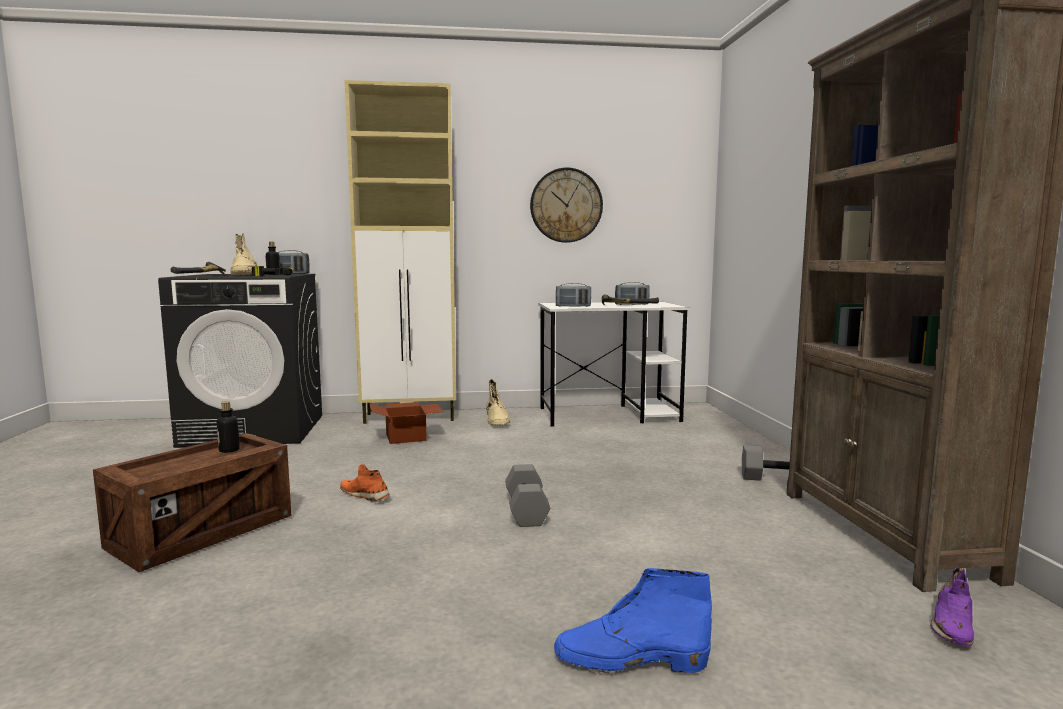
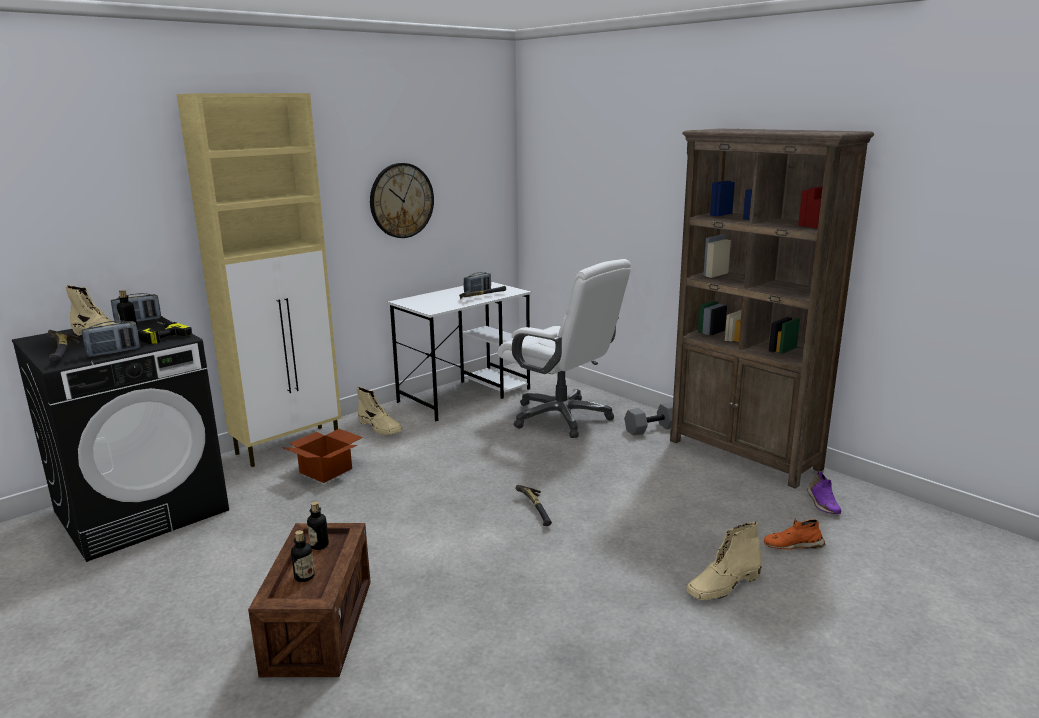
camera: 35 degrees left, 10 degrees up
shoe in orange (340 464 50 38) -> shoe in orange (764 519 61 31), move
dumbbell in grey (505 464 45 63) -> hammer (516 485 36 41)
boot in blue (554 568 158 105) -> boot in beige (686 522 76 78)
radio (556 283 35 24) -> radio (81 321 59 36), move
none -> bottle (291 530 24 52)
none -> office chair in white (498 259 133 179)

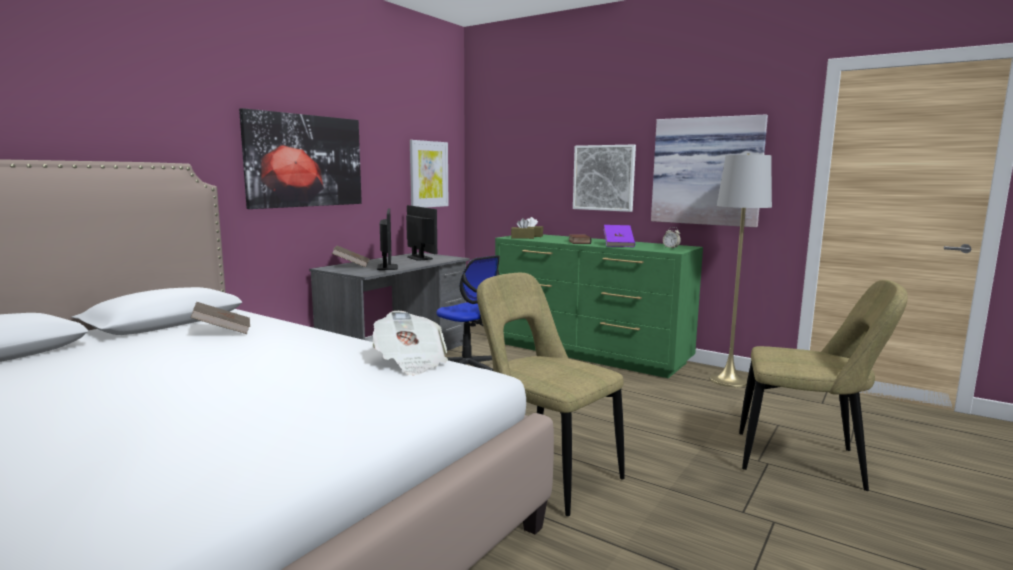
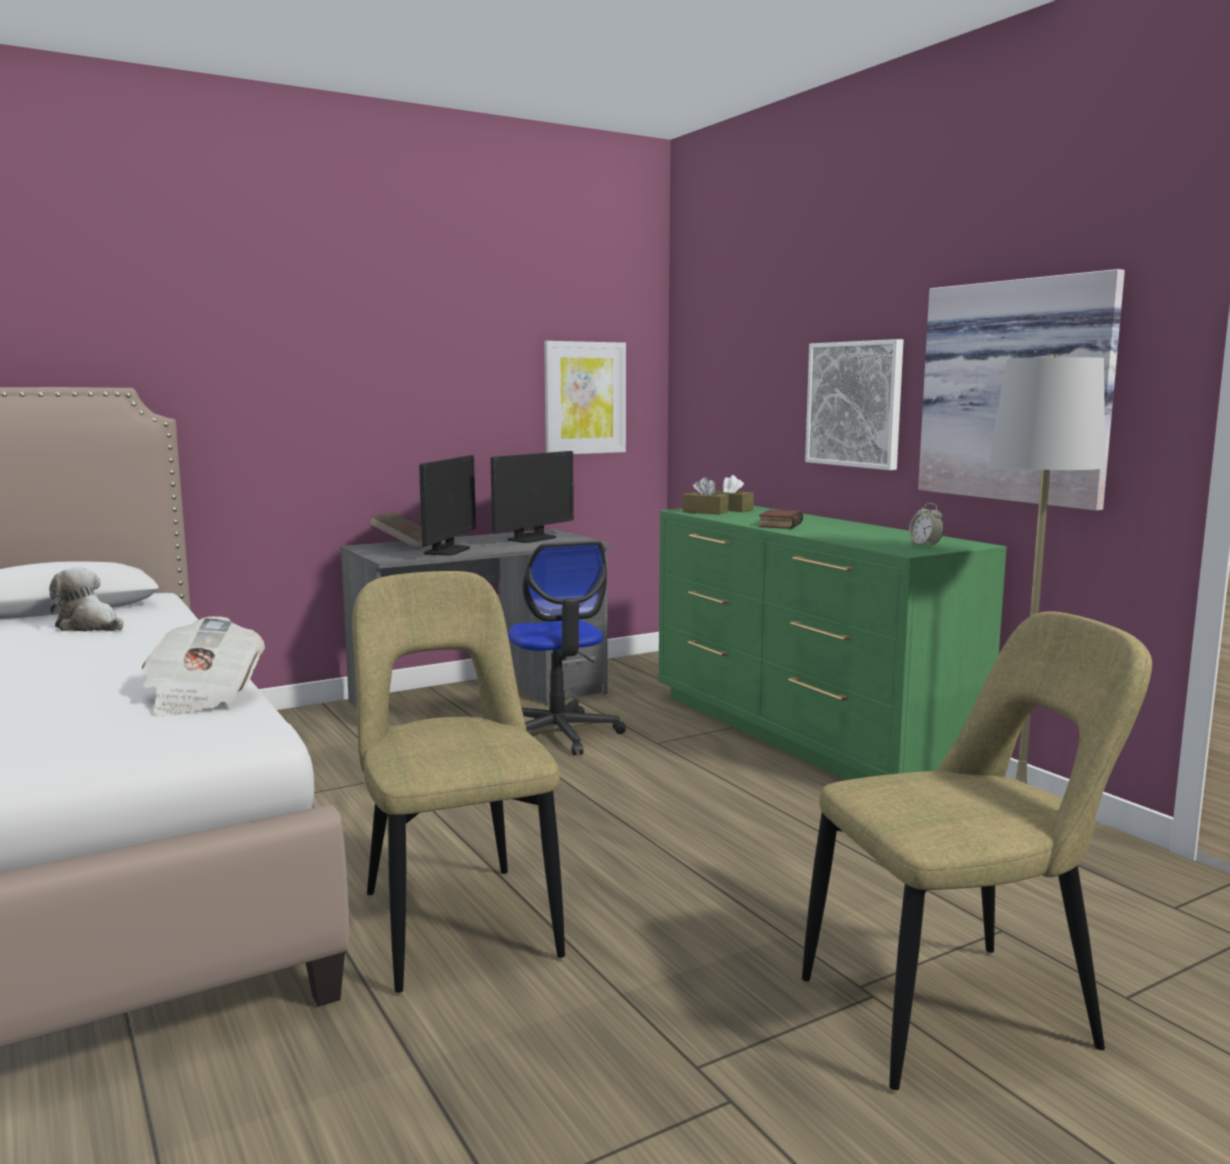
camera: 25 degrees right, 0 degrees up
book in brown (190 302 60 32) -> plush toy (49 567 74 65)
picture (239 108 123 101) -> none
monitor (406 205 31 55) -> monitor (491 451 83 92), 45 degrees clockwise
book in purple (603 225 32 22) -> none
chair in beige (739 280 169 211) -> chair in beige (802 611 350 479), 60 degrees counterclockwise

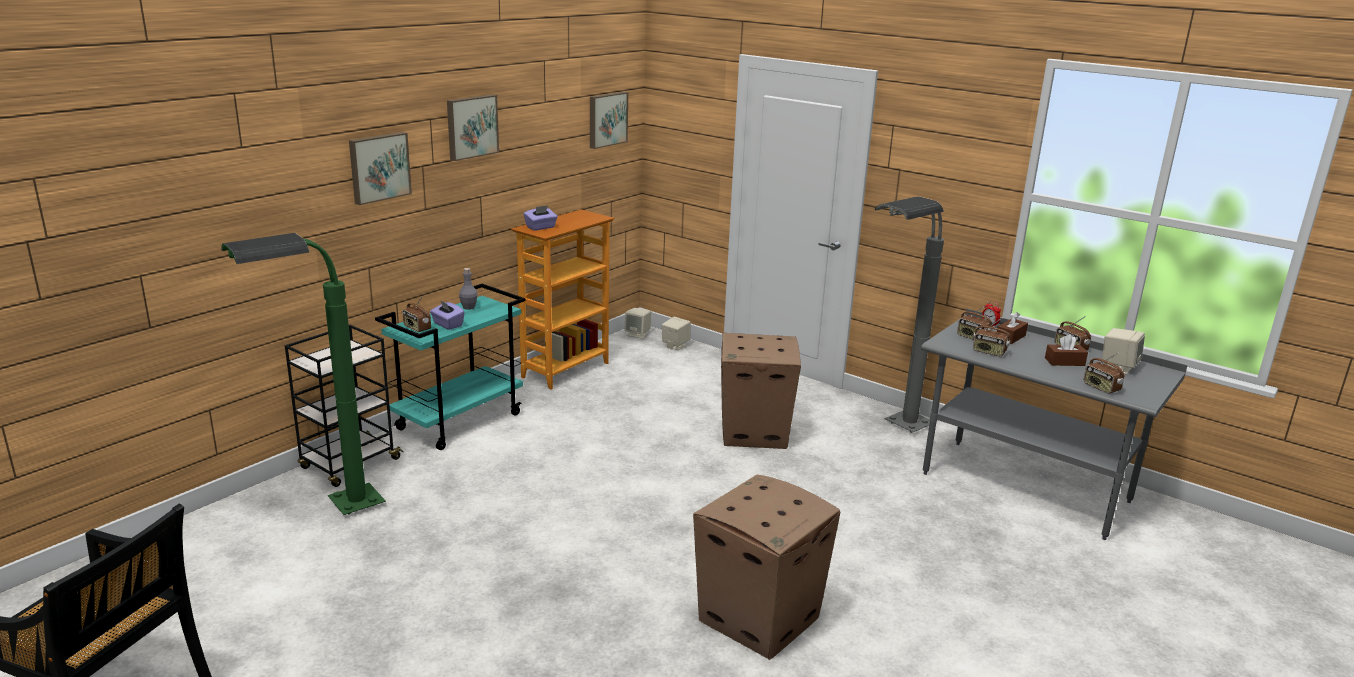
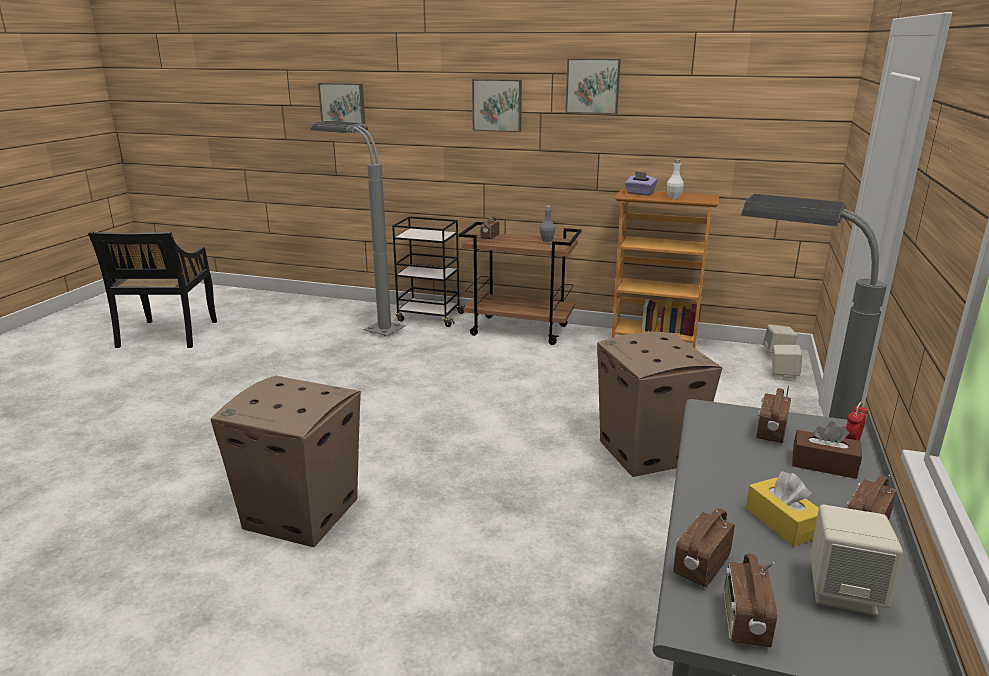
camera: 70 degrees right, 0 degrees up
floor lamp in green (221 233 165 282) -> floor lamp in grey (310 121 96 215)
cart in turquoise (375 284 151 166) -> cart in brown (458 222 124 123)
tissue box in purple (430 300 35 30) -> none
picture (590 92 38 57) -> picture (318 83 47 50), move
radio (973 318 37 38) -> radio (724 554 53 93), move
tissue box in brown (1045 334 43 32) -> tissue box in yellow (746 471 73 76)
none -> bottle in white (667 159 17 40)

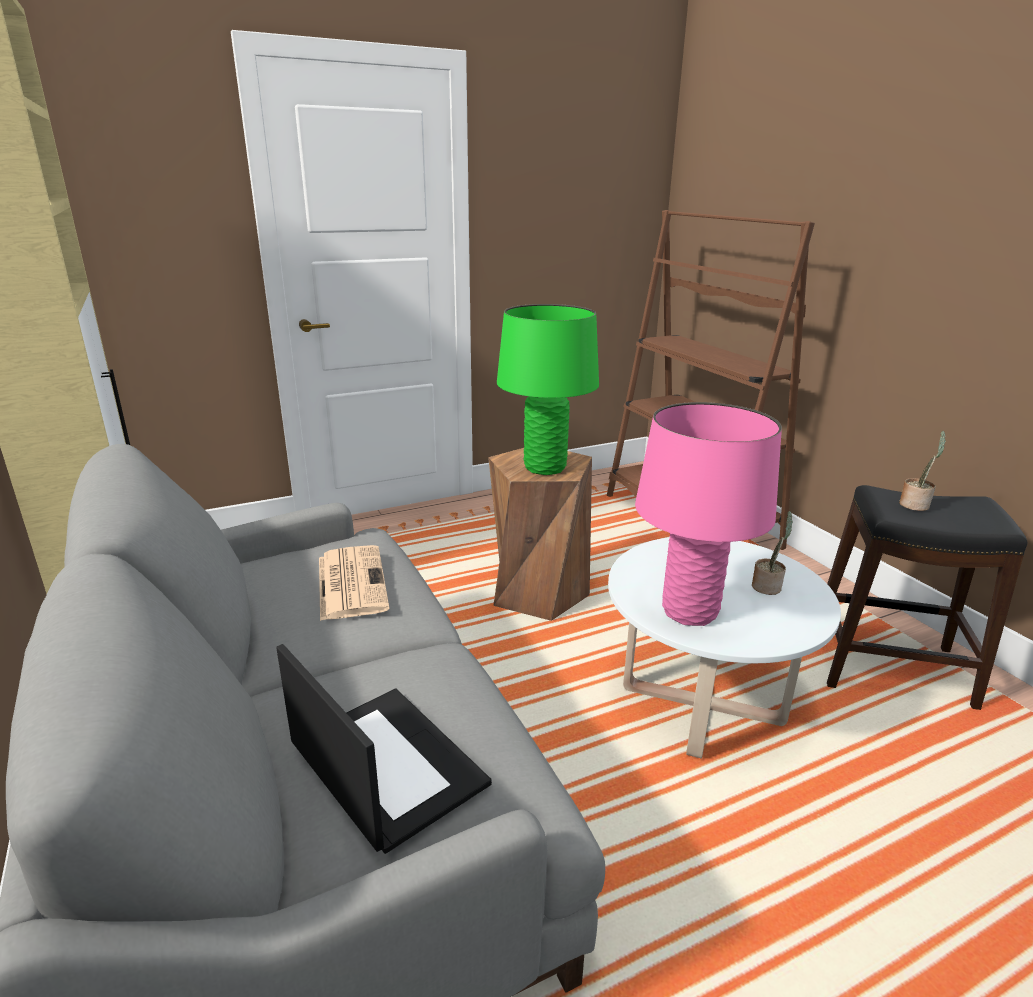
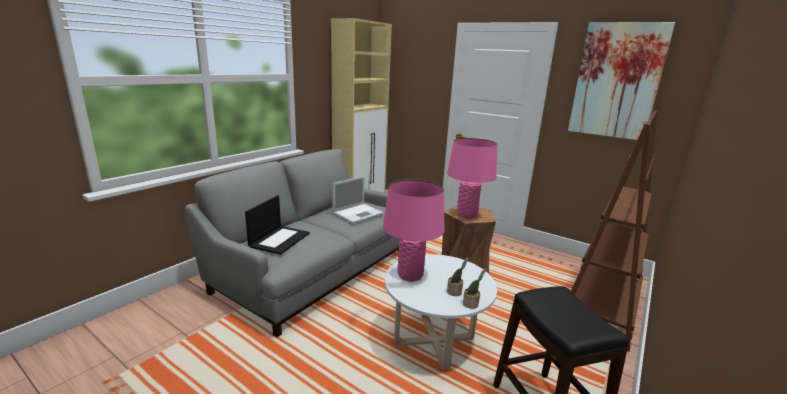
camera: 60 degrees right, 5 degrees down
newspaper (319 545 71 76) -> laptop (332 176 52 48)
table lamp in green (497 304 102 171) -> table lamp in pink (447 138 50 80)
potted plant (899 431 47 80) -> potted plant (463 268 23 41), move
none -> picture (568 22 107 118)

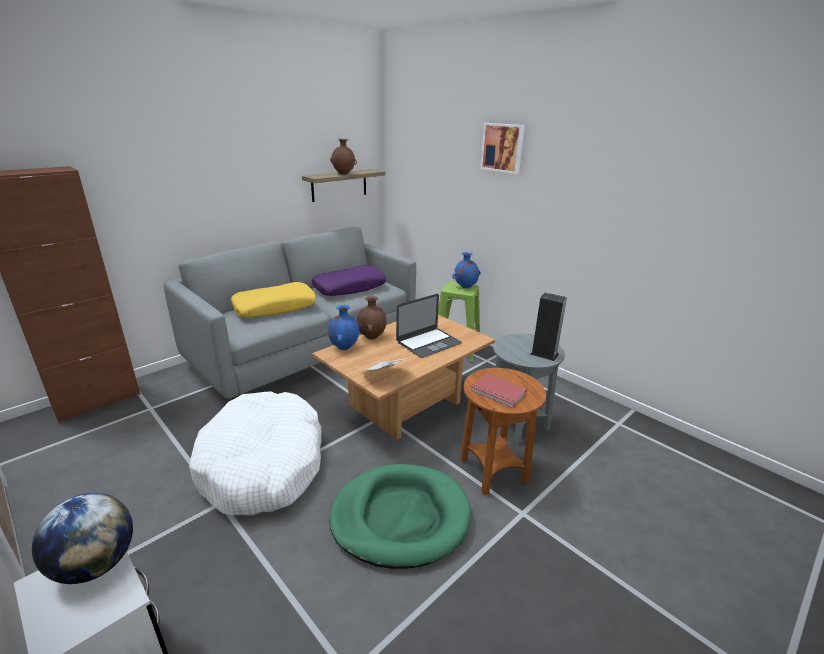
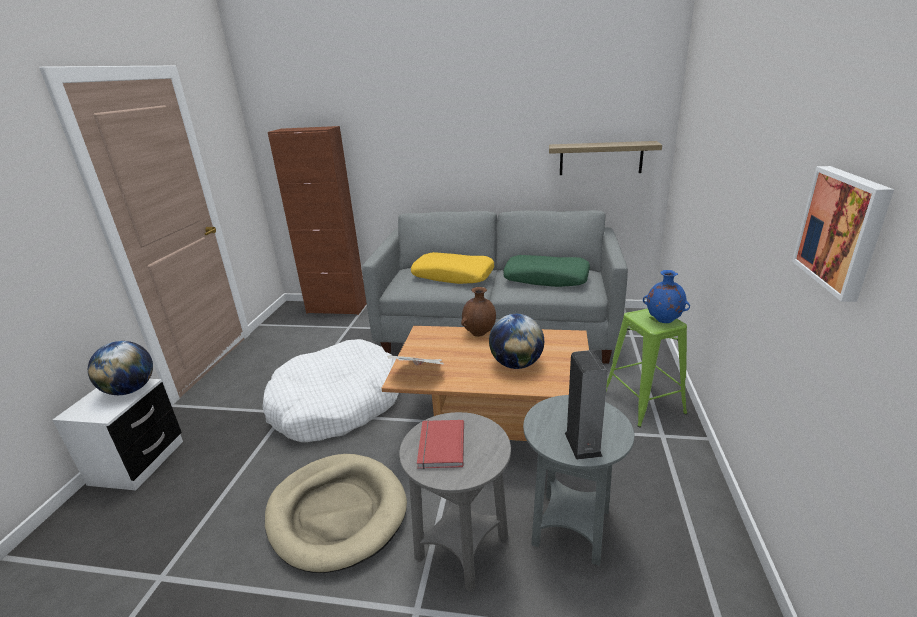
camera: 55 degrees right, 0 degrees up
pillow in purple (312 265 74 31) -> pillow in green (503 255 87 32)
vase in blue (328 305 31 45) -> none
dog bed in green (329 464 142 105) -> dog bed in beige (265 454 142 119)
vase in brown (330 139 27 36) -> none
laptop (396 294 66 64) -> globe (489 314 55 55)
side table in brown (460 368 86 127) -> side table in grey (399 412 112 180)
picture (480 123 45 51) -> picture (792 166 102 136), move

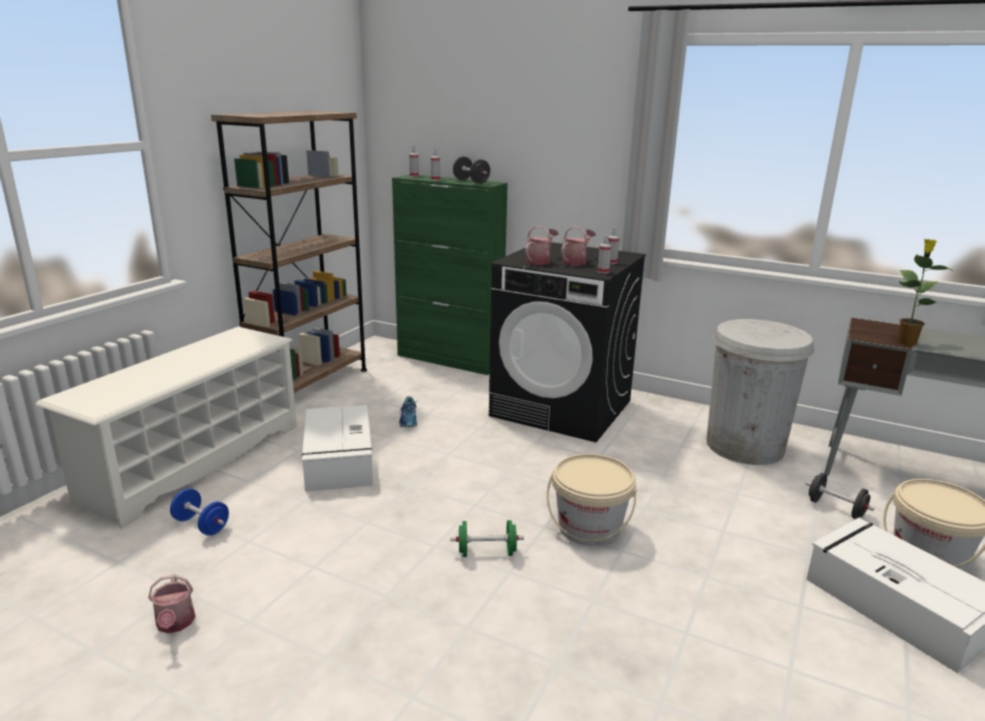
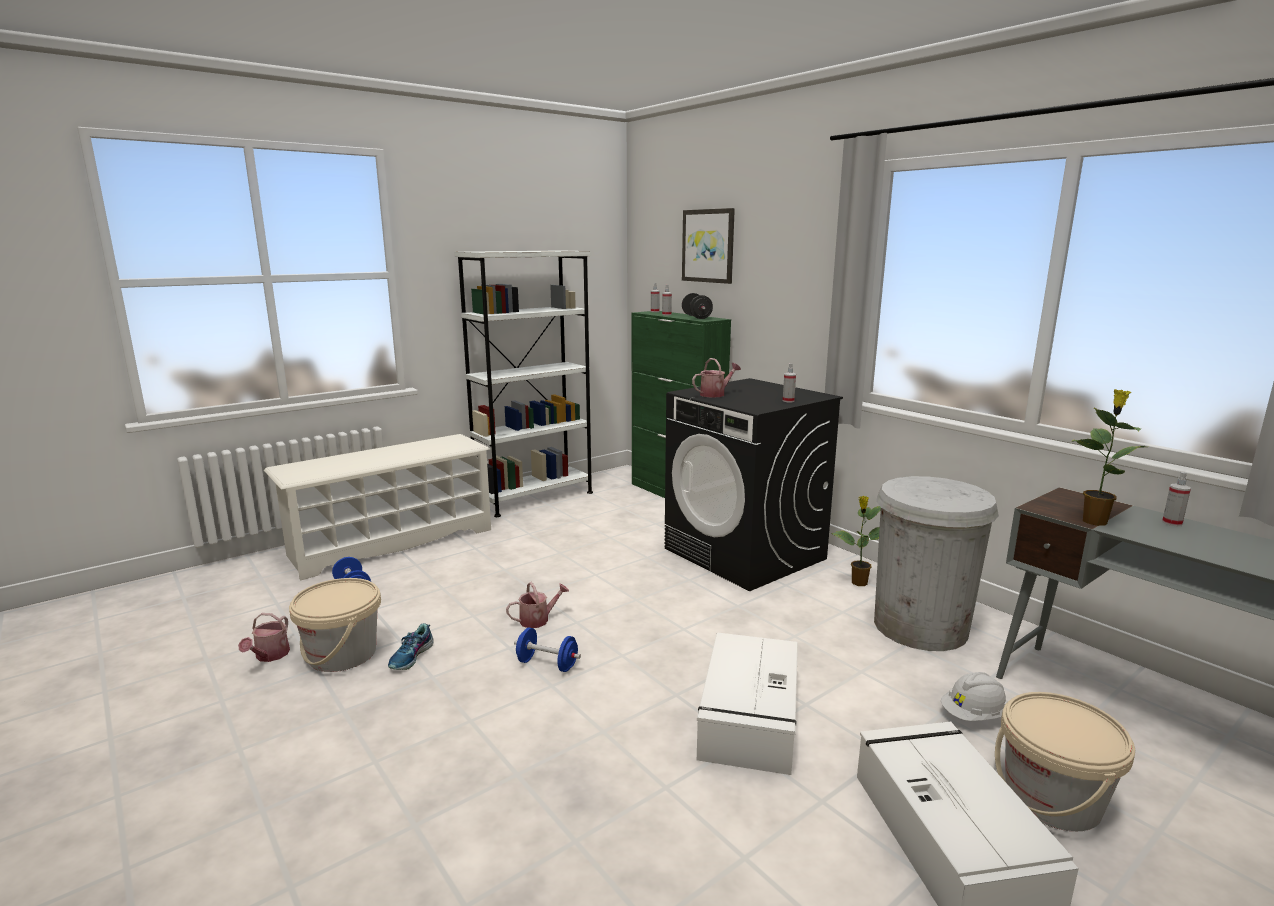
camera: 25 degrees right, 5 degrees down
bookcase in brown (211 111 156 282) -> bookcase in white (454 250 139 267)
storage box in white (302 405 71 87) -> storage box in white (697 633 101 142), move
shoe (399 396 19 31) -> shoe (388 623 46 47), move
dumbbell in green (450 520 74 37) -> dumbbell in blue (514 628 67 44)
bucket in beige (546 454 91 92) -> bucket in beige (289 578 92 94), move
watering can (561 226 35 39) -> watering can (506 582 63 46), move
spray bottle (598 235 14 38) -> spray bottle (1162 472 29 54), move
dumbbell in black (806 473 68 46) -> hard hat in white (941 672 67 49)
none -> picture (682 208 53 76)
none -> potted plant (831 496 50 90)

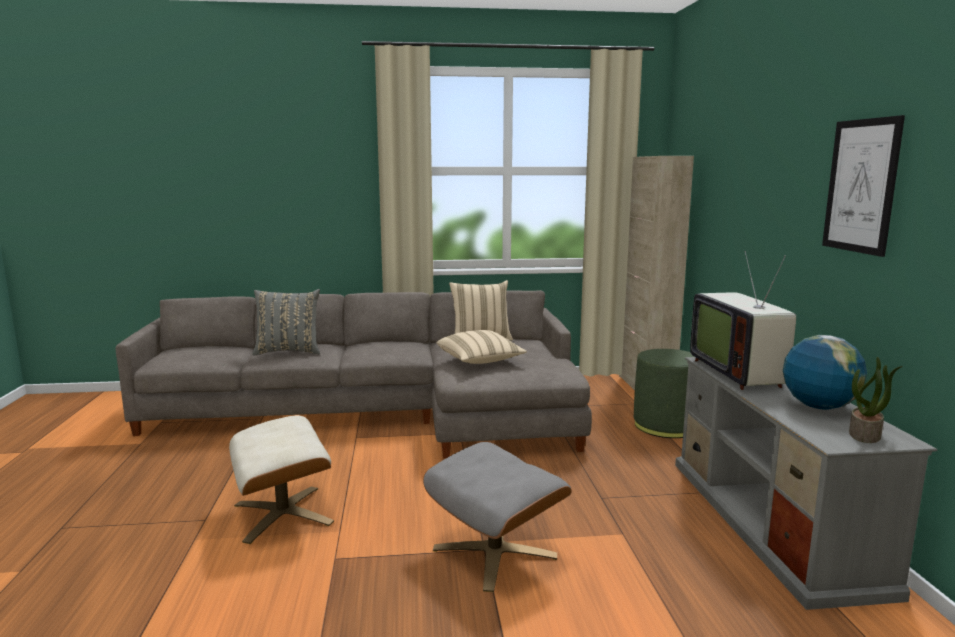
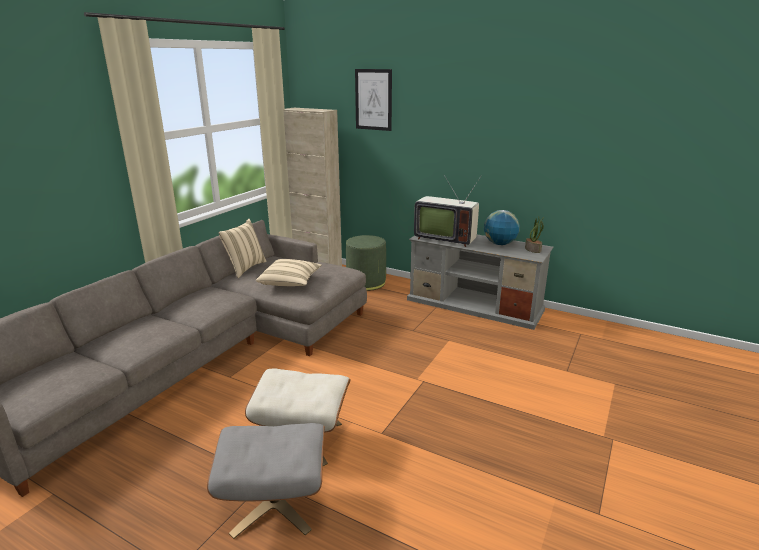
camera: 55 degrees left, 10 degrees up
pillow in grey (252 289 68 67) -> none
ottoman in grey (423 442 149 150) -> ottoman in grey (207 423 118 116), move
picture (822 115 83 142) -> picture (355 69 37 62), move

